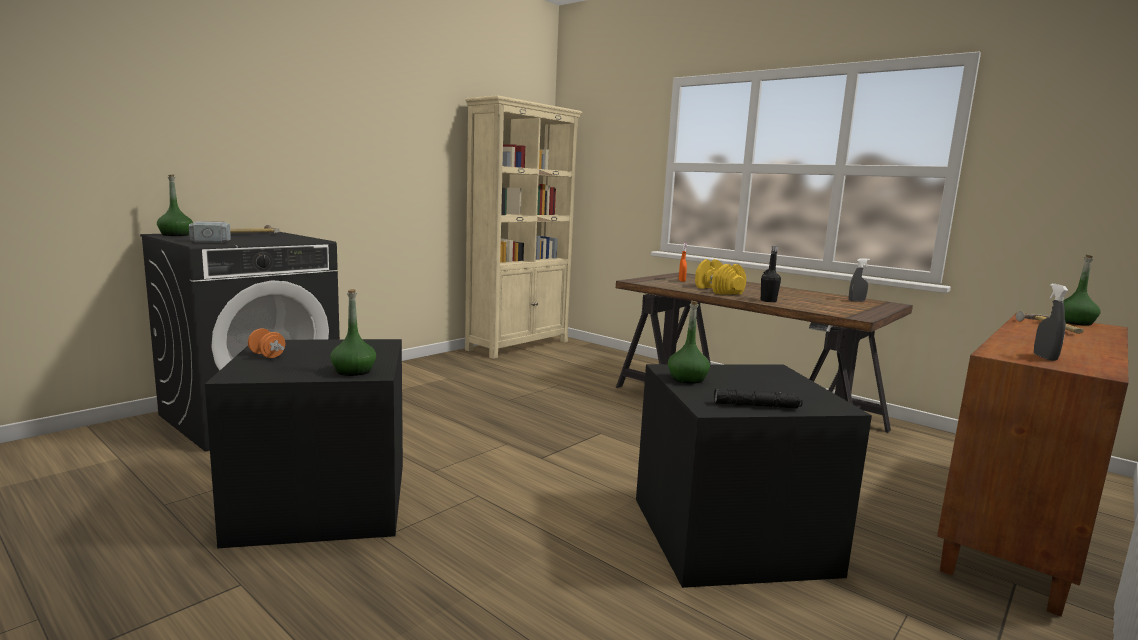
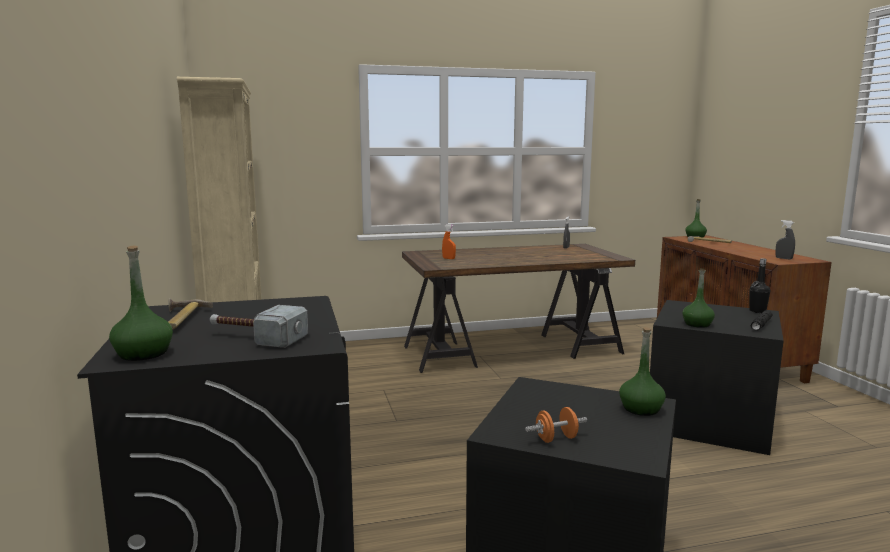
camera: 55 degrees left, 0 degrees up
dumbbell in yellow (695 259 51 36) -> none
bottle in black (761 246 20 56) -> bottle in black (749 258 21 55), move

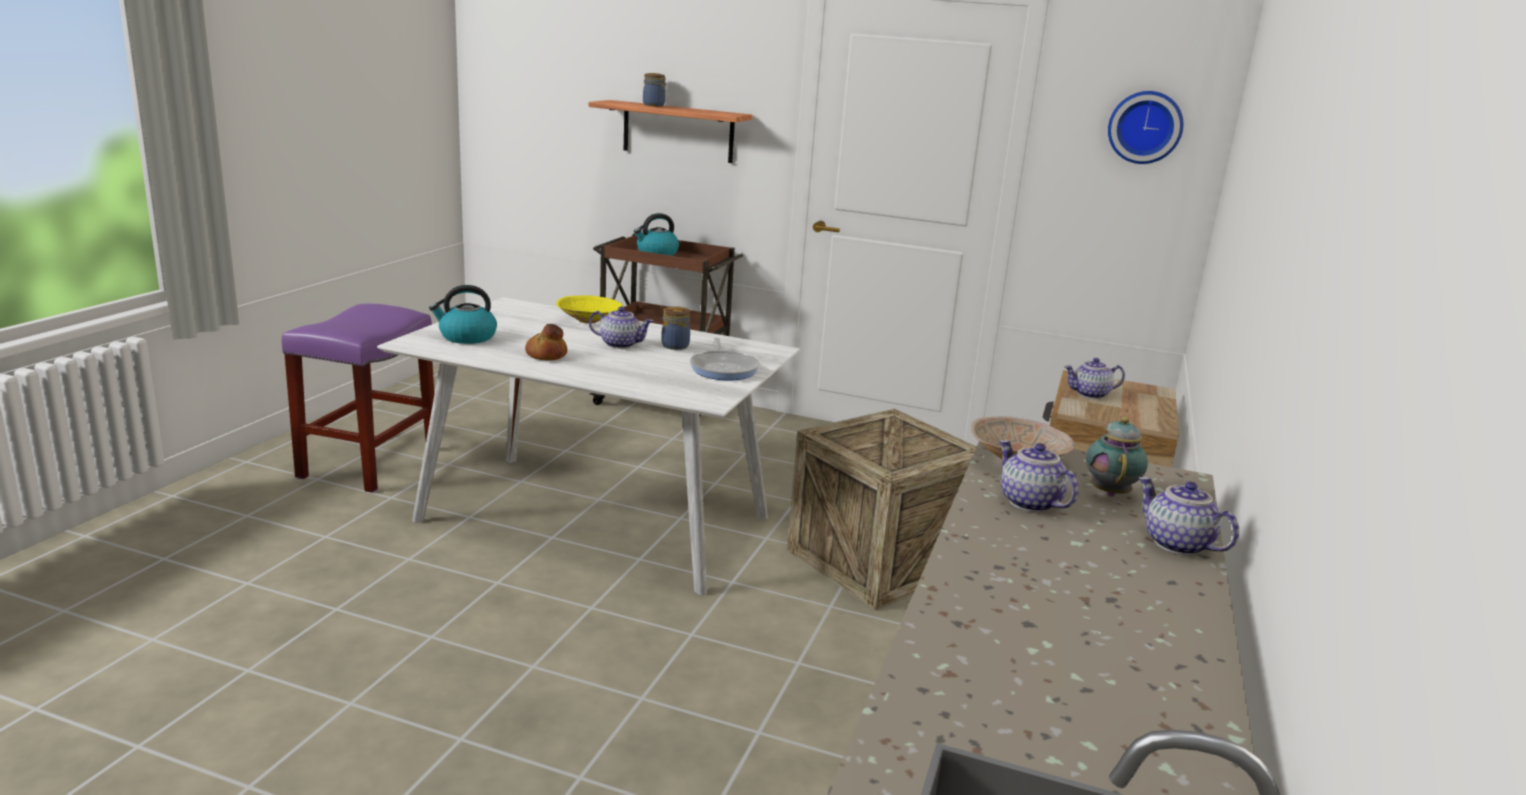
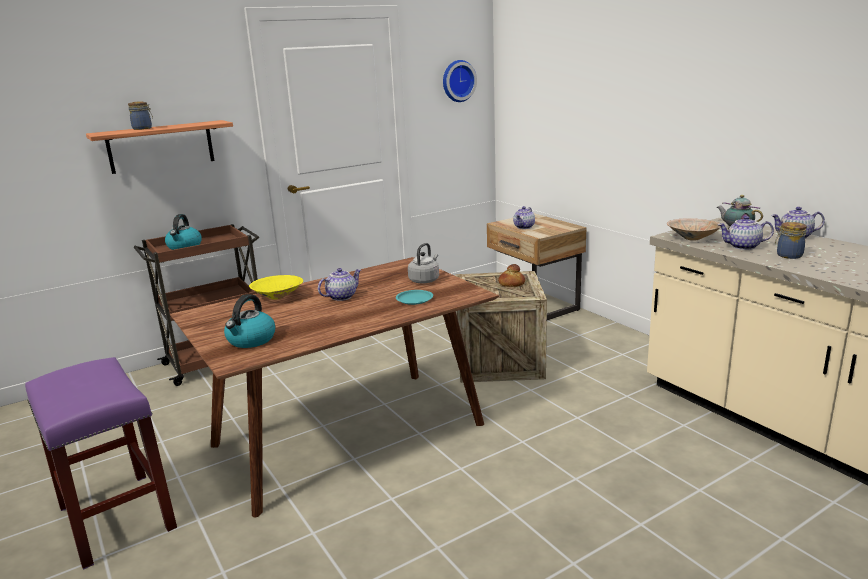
camera: 50 degrees left, 0 degrees up
dining table in white (377 297 423 299) -> dining table in brown (170 257 329 261)
bread (525 324 42 36) -> bread (498 264 27 23), move
jar (661 306 29 44) -> jar (775 222 32 37), move
frying pan (690 338 70 43) -> kettle in grey (408 243 31 40)
none -> plate in turquoise (396 290 37 15)

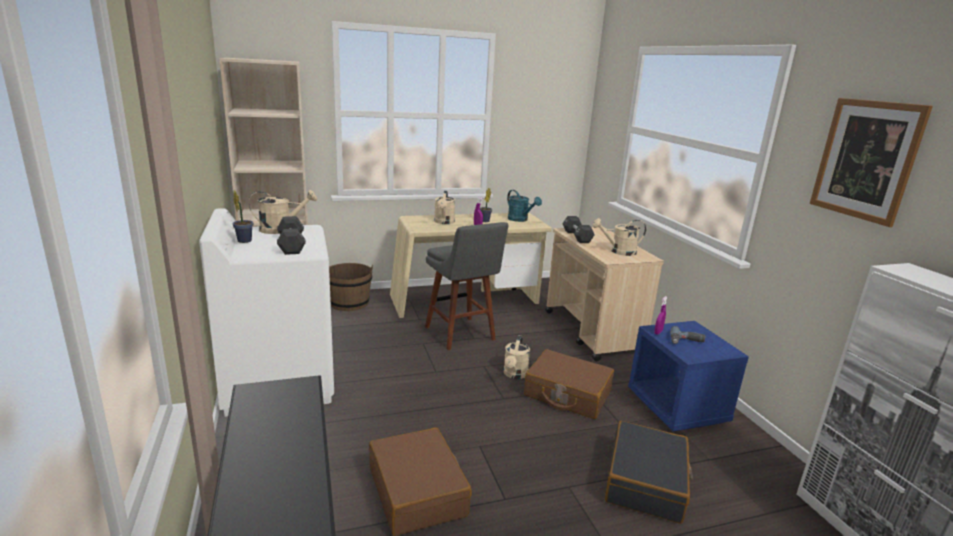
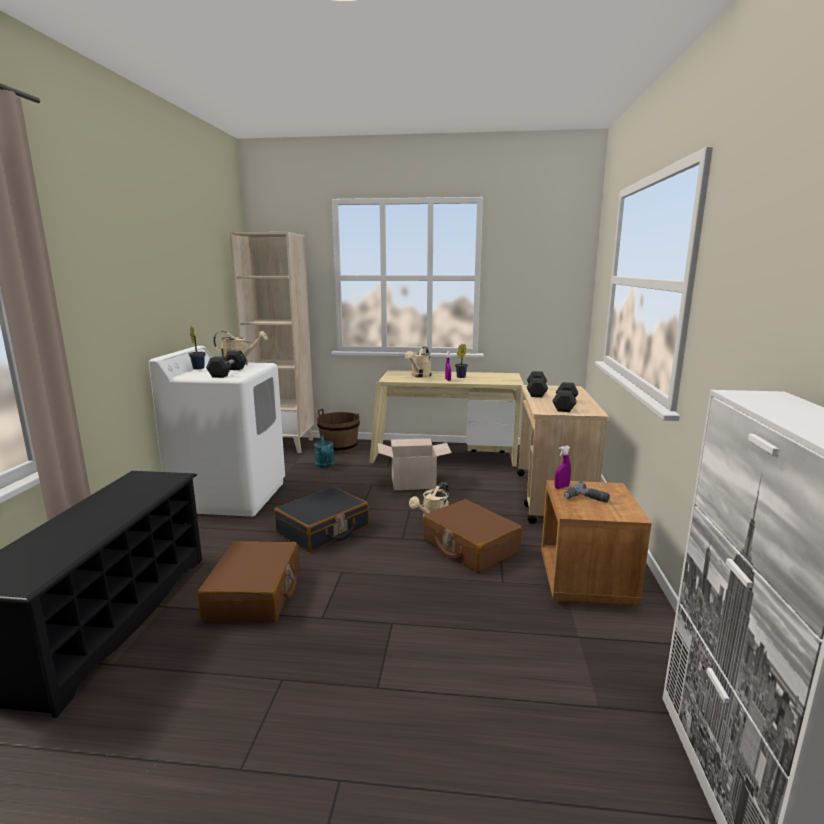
camera: 25 degrees right, 5 degrees down
stool in grey (425 222 84 128) -> cardboard box (378 438 74 52)
watering can in turquoise (507 190 35 32) -> watering can in turquoise (314 435 21 33), move
watering can in beige (593 218 53 38) -> dumbbell in black (552 382 27 30)
suitcase in black (605 421 88 103) -> suitcase in black (274 487 95 65), move
nightstand in blue (628 321 121 111) -> nightstand in brown (541 480 110 126)
picture (810 98 123 129) -> none

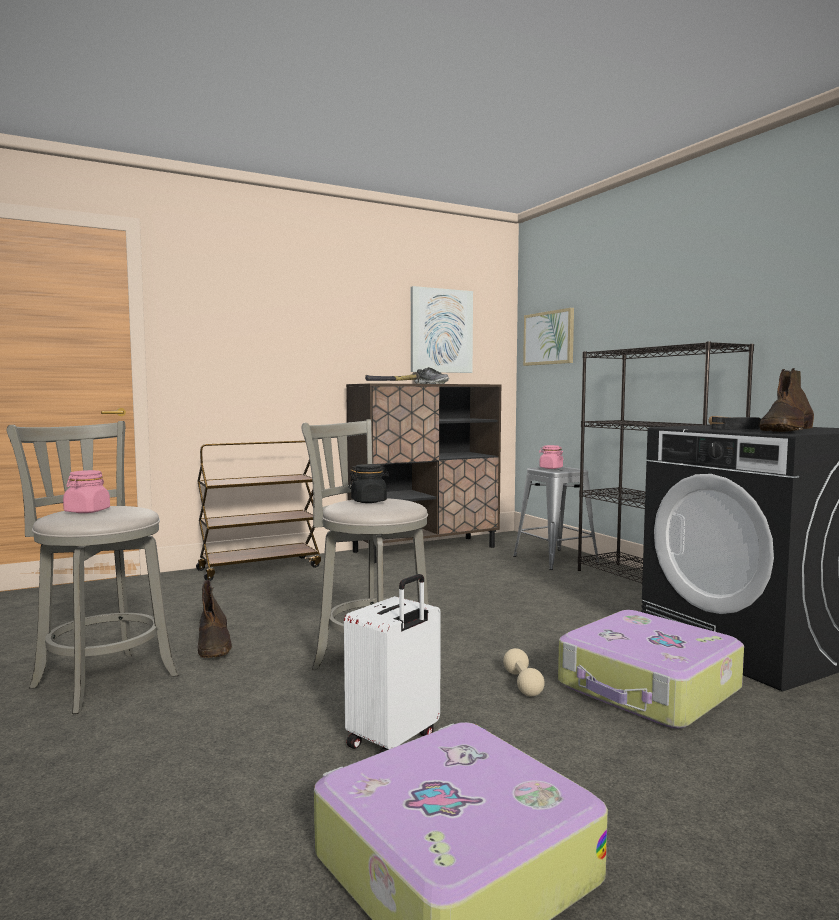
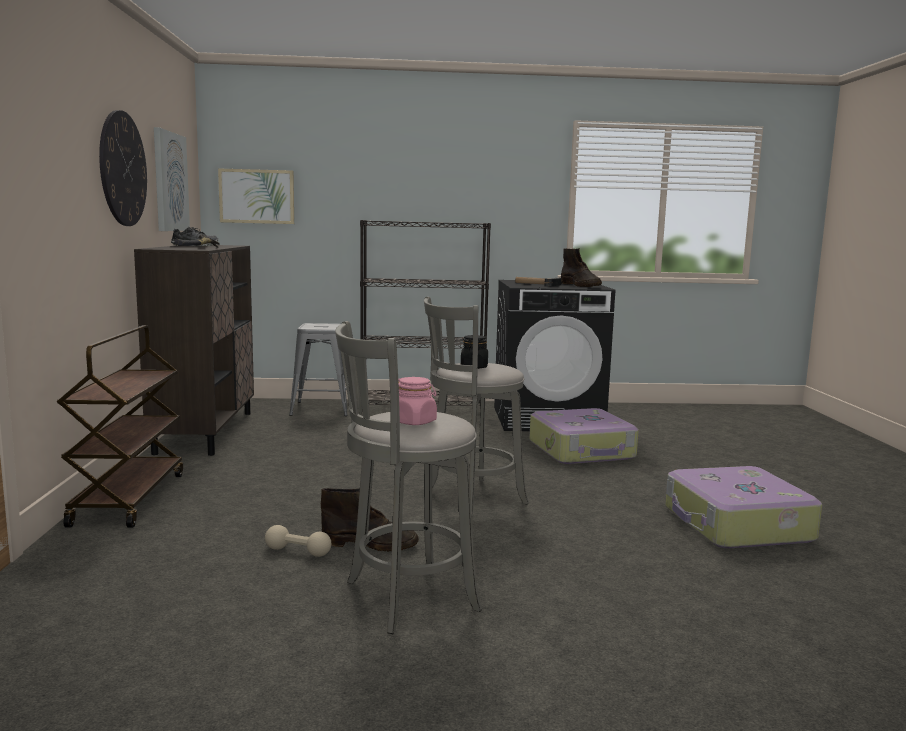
camera: 65 degrees left, 5 degrees up
suitcase in white (344 574 97 180) -> none
dumbbell in beige (503 648 42 48) -> dumbbell in beige (265 525 66 32), move
jar in pink (539 445 25 24) -> none
none -> wall clock (99 110 48 116)

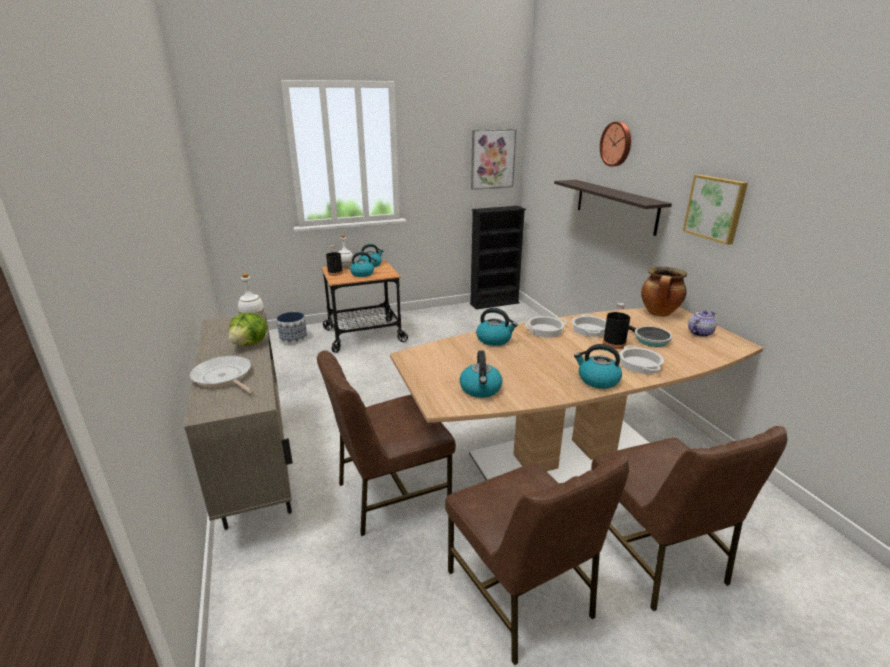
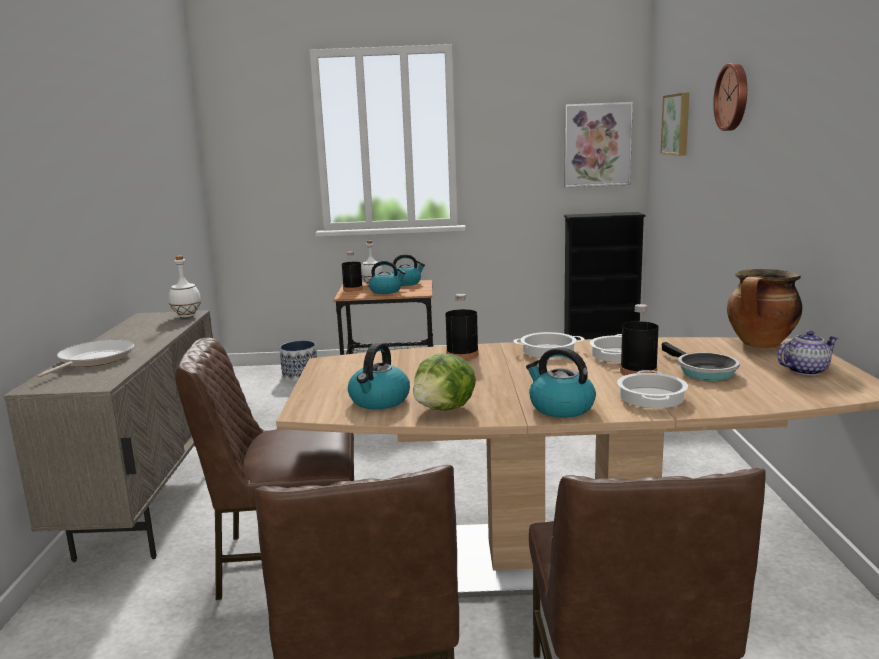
camera: 20 degrees right, 10 degrees down
frying pan (189 356 65 38) -> frying pan (36 340 98 38), 45 degrees clockwise
lettuce (228 313 39 33) -> lettuce (413 354 63 57), move
kettle (476 308 42 38) -> bottle in black (446 294 33 66)
shelf (554 180 118 56) -> none
picture (683 174 65 71) -> picture (661 92 29 64), move

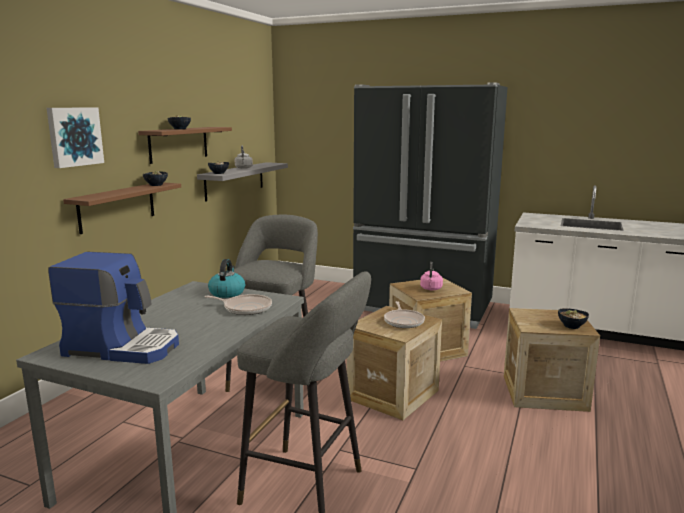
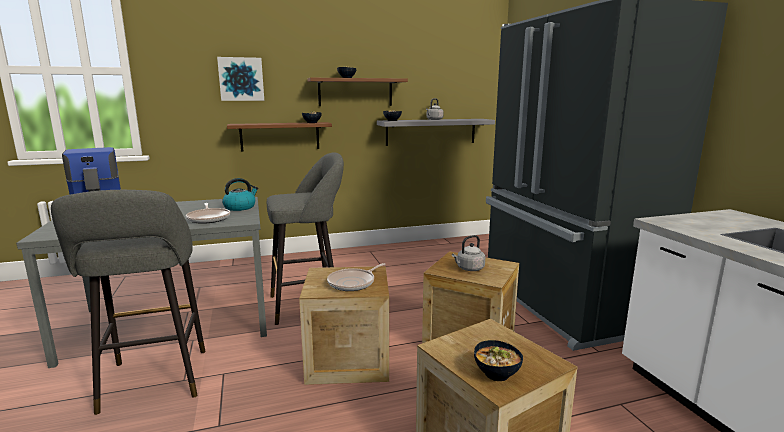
camera: 50 degrees right, 0 degrees up
kettle in pink (420 262 23 28) -> kettle in grey (452 235 33 36)

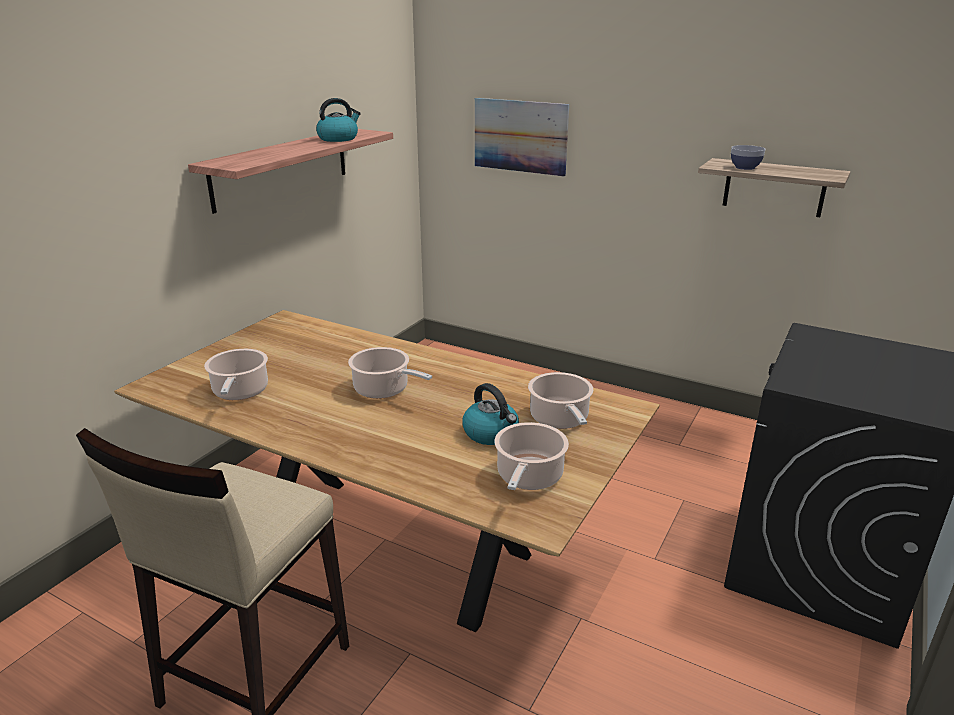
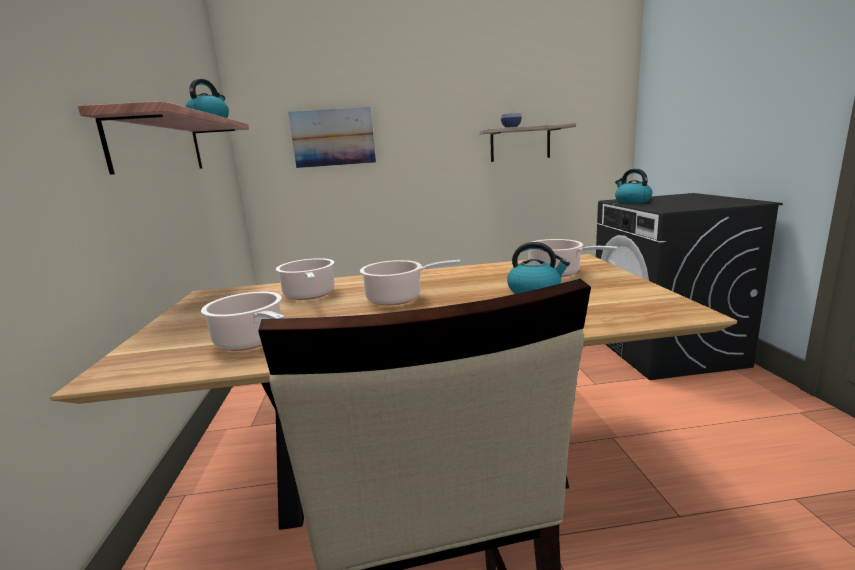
camera: 35 degrees left, 10 degrees down
cooking pot (494 422 75 68) -> cooking pot (276 258 59 42), move
none -> kettle (615 169 37 35)

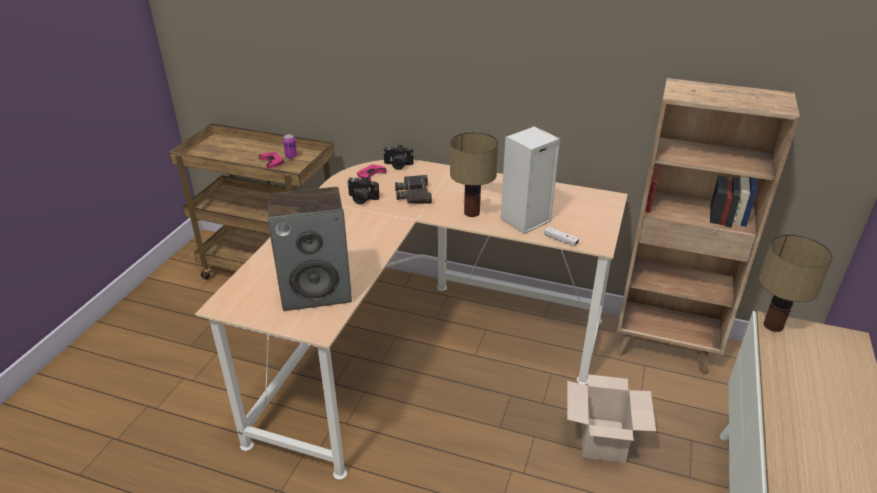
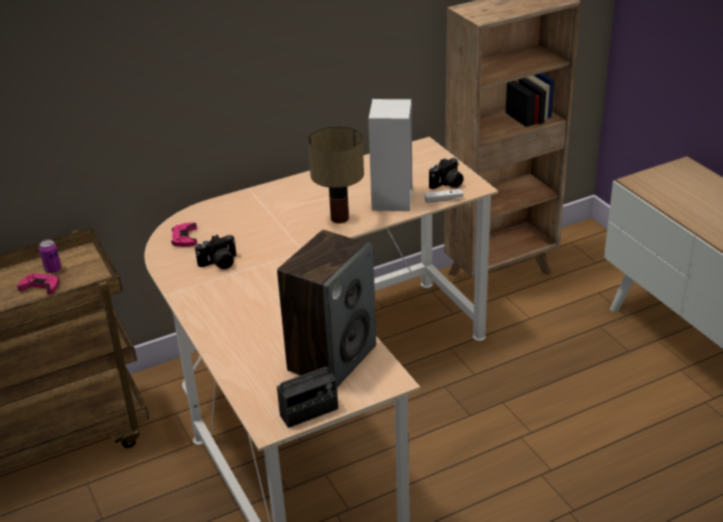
camera: 45 degrees left, 0 degrees up
photo camera (383 144 31 26) -> photo camera (429 158 35 31), move
binoculars in black (395 175 37 29) -> none
cardboard box (567 374 89 89) -> none
table lamp (759 234 74 98) -> none
none -> radio (277 344 61 84)

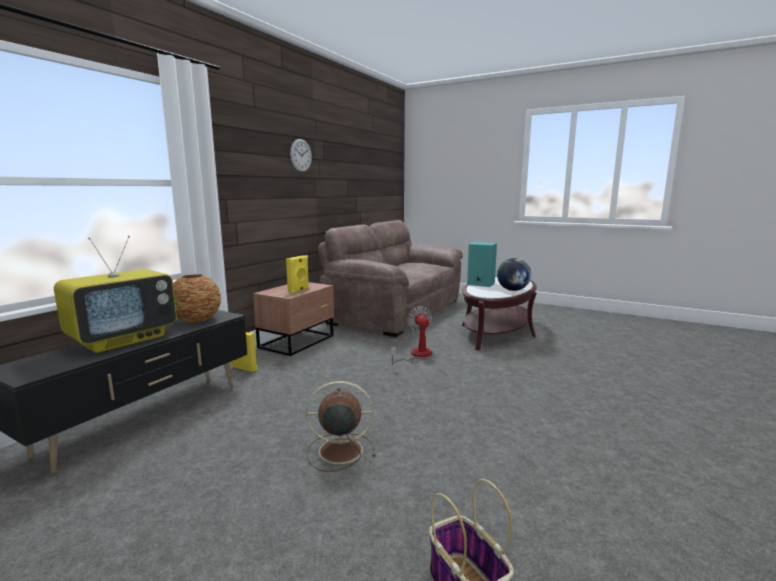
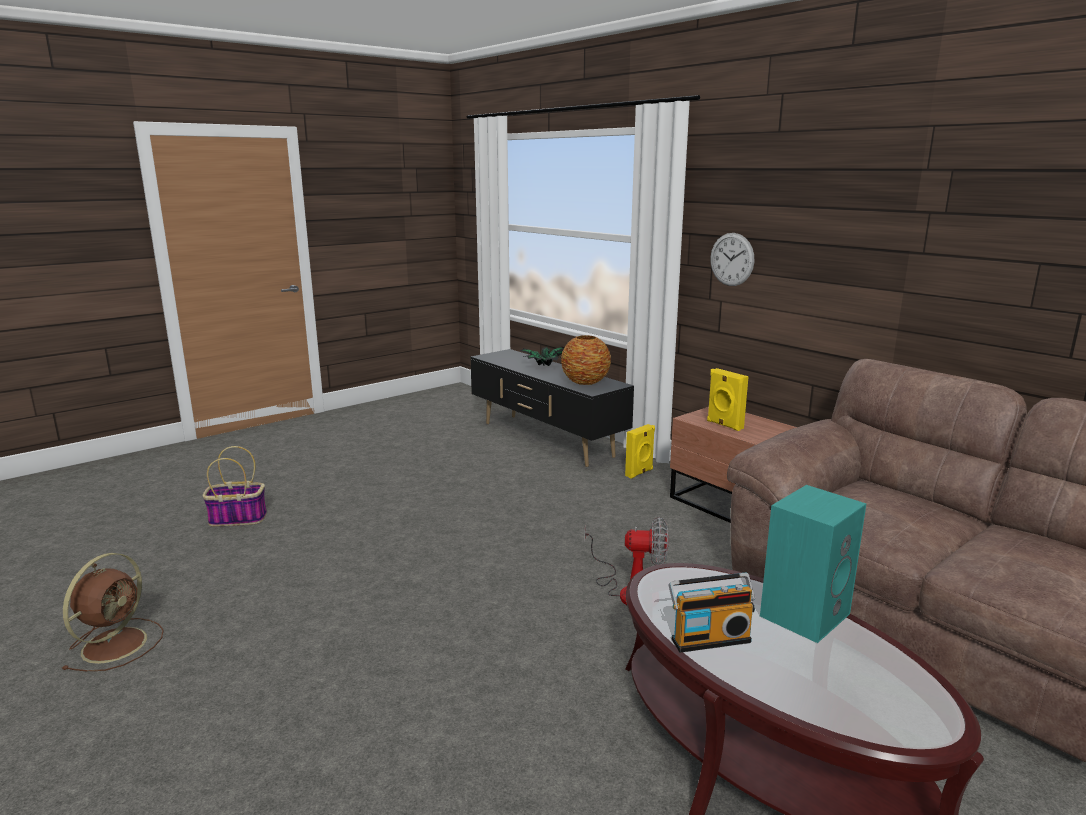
camera: 110 degrees right, 5 degrees up
television (54 236 123 117) -> potted plant (520 347 45 19)
wall clock (290 139 22 33) -> wall clock (710 233 44 53), move
fan in brown (306 381 69 91) -> fan in brown (62 553 101 119), move
globe (497 258 34 33) -> radio (668 573 88 80)

